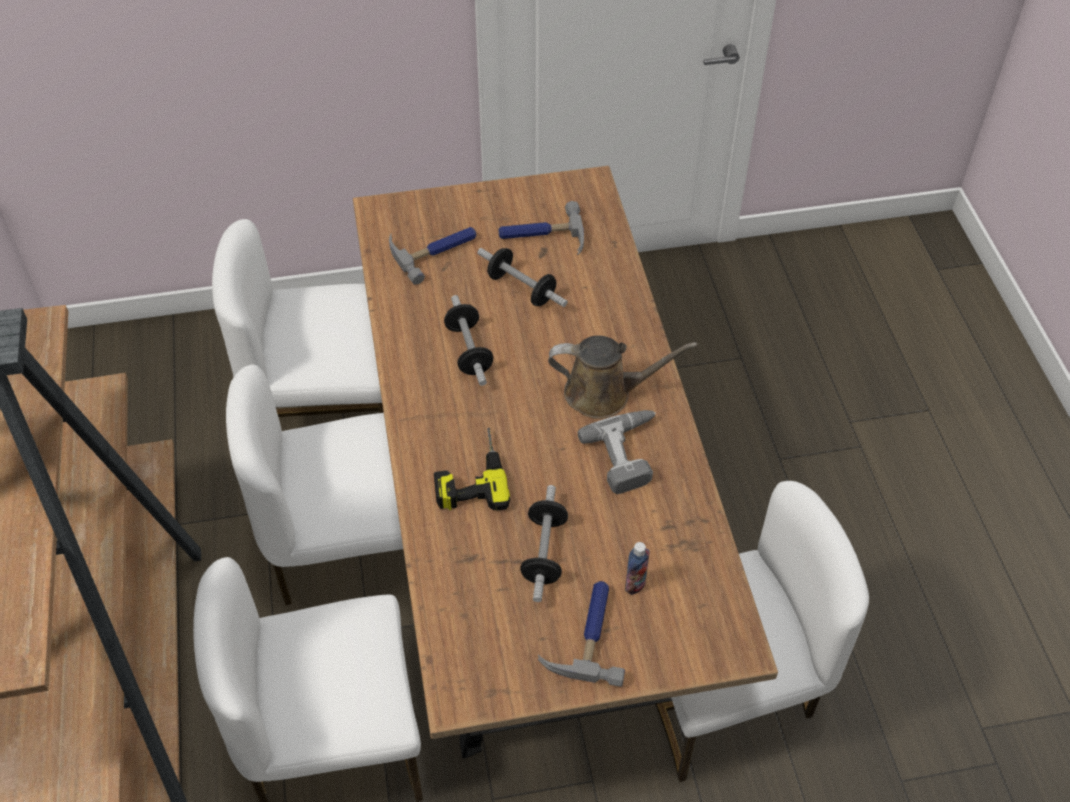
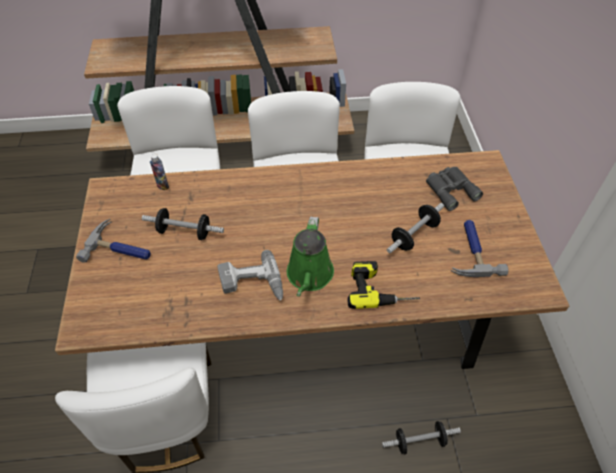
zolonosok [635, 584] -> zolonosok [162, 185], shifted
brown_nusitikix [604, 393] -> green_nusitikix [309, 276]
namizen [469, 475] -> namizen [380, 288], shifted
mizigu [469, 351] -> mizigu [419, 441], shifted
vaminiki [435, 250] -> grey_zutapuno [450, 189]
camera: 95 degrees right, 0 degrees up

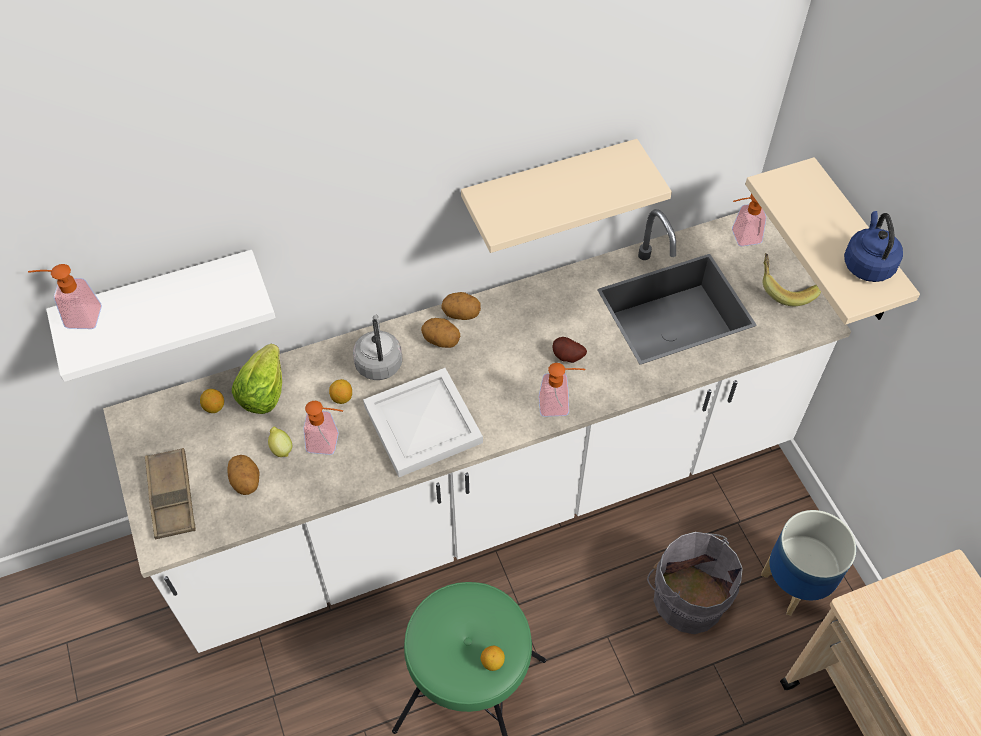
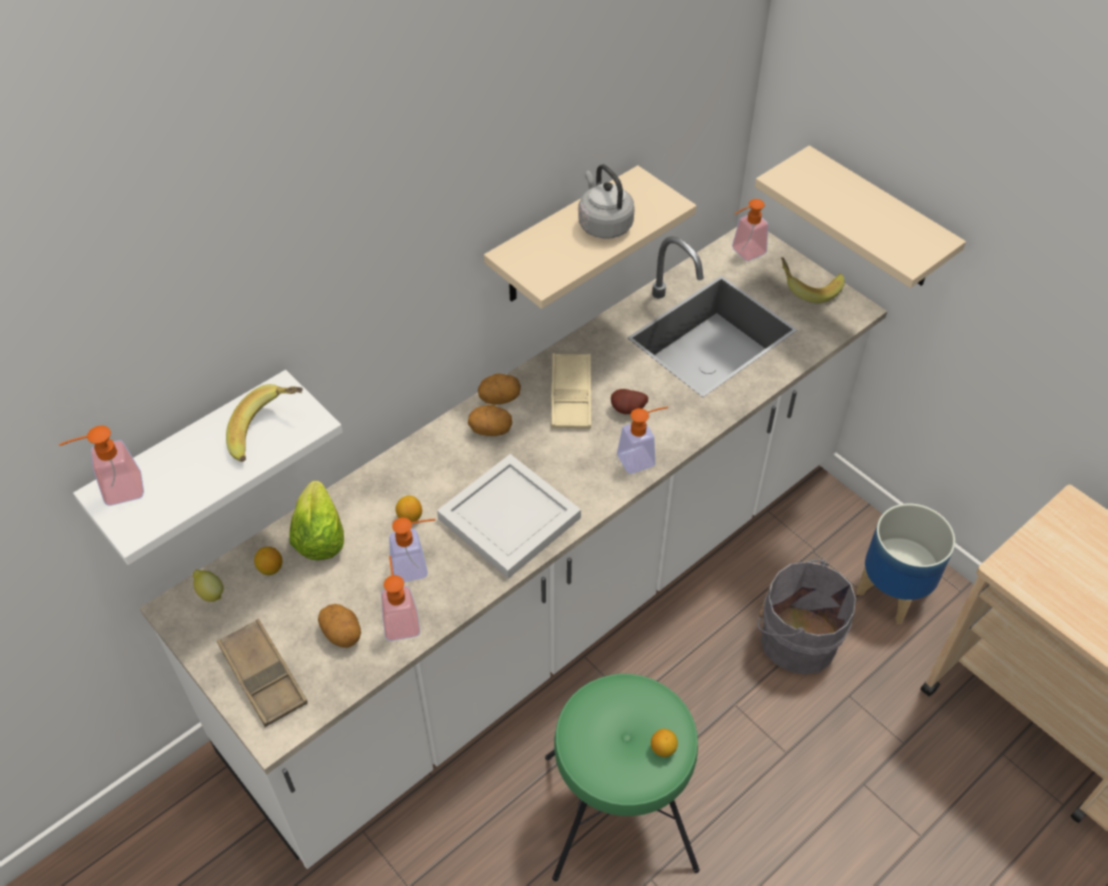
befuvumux [281, 448] -> befuvumux [210, 593], shifted
none -> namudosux [269, 433]
none -> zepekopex [400, 619]
none -> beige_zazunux [571, 396]
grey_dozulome [378, 362] -> grey_dozulome [603, 224], shifted
blue_dozulome [867, 263] -> none
camera: 20 degrees left, 5 degrees down

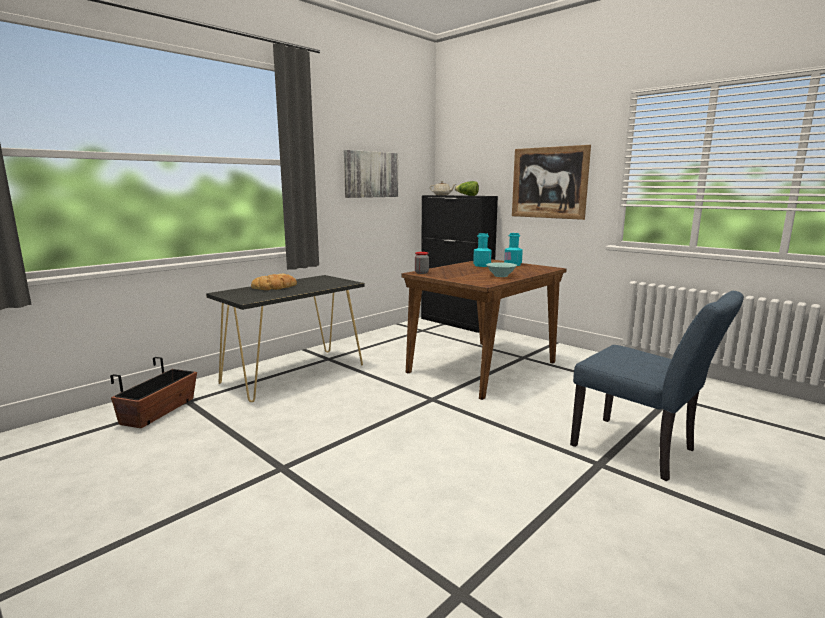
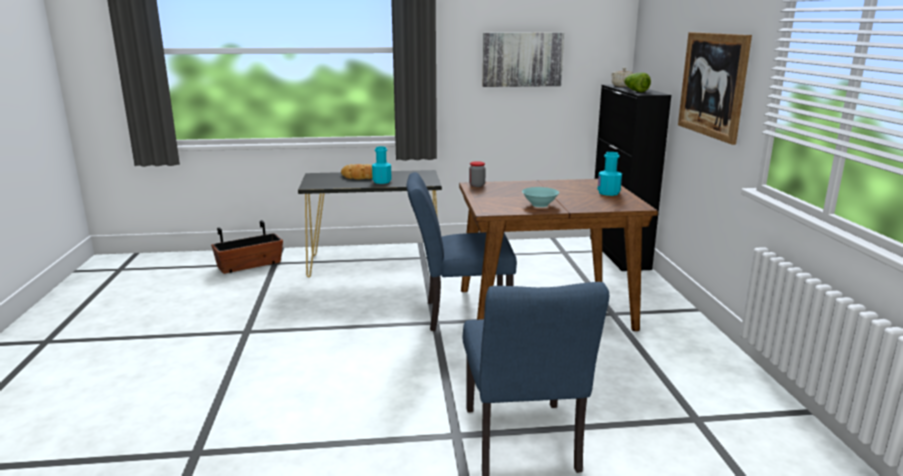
turquoise_zolonosok [482, 265] -> turquoise_zolonosok [382, 181], shifted
none -> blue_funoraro [459, 315]
camera: 40 degrees right, 5 degrees up

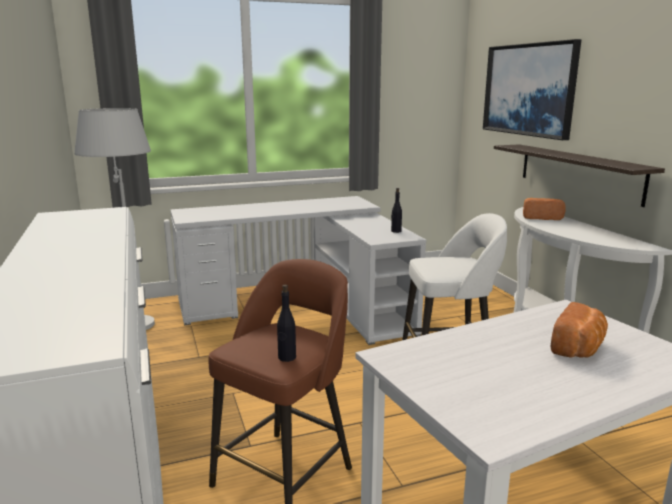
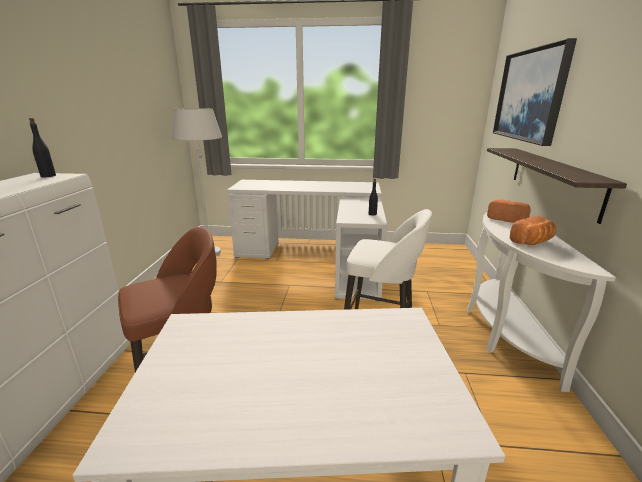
black_zolonosok [286, 357] -> black_zolonosok [48, 176], shifted
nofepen [579, 348] -> nofepen [532, 242], shifted
camera: 25 degrees right, 5 degrees up

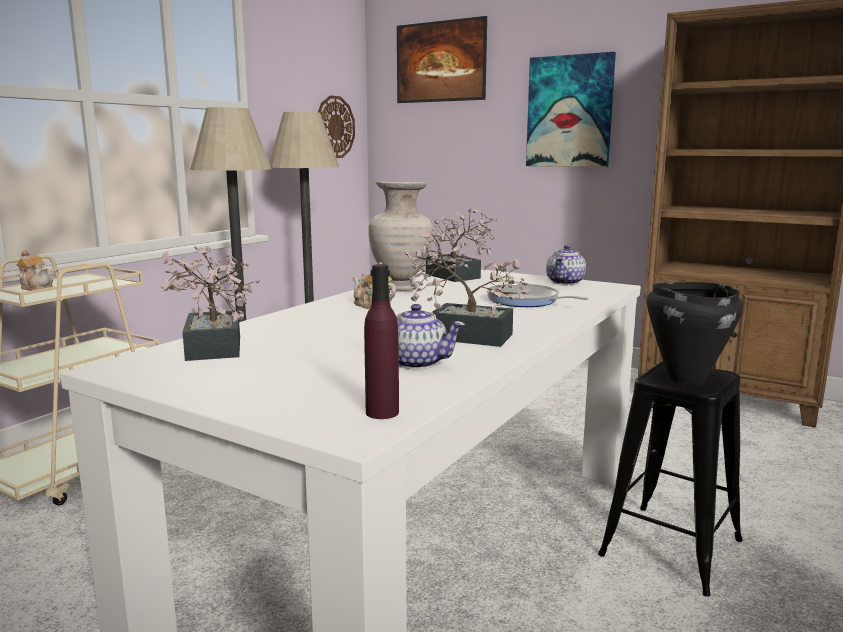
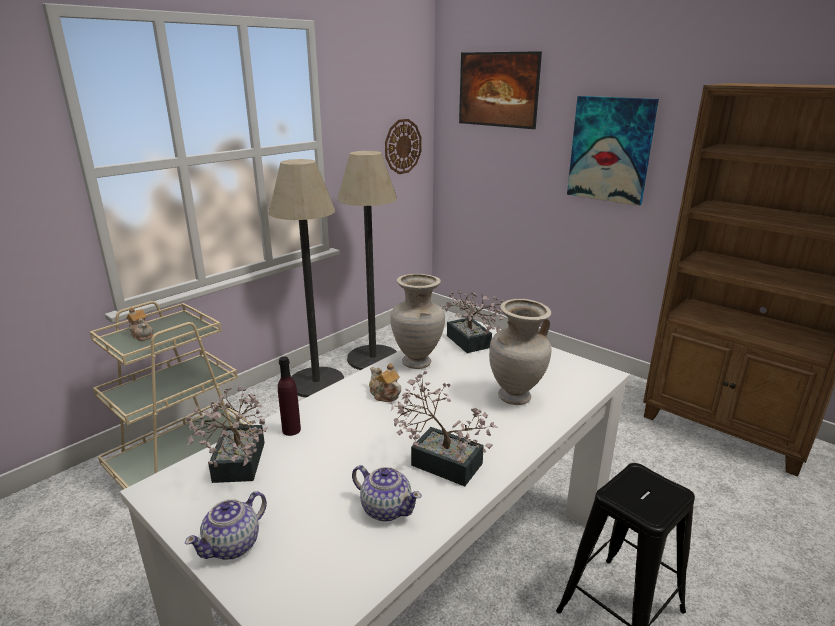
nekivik [565, 282] -> nekivik [233, 545], shifted
purple_zolonosok [382, 412] -> purple_zolonosok [291, 430], shifted
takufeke [526, 301] -> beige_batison [515, 398]
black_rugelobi [685, 379] -> none
camera: 10 degrees right, 10 degrees up

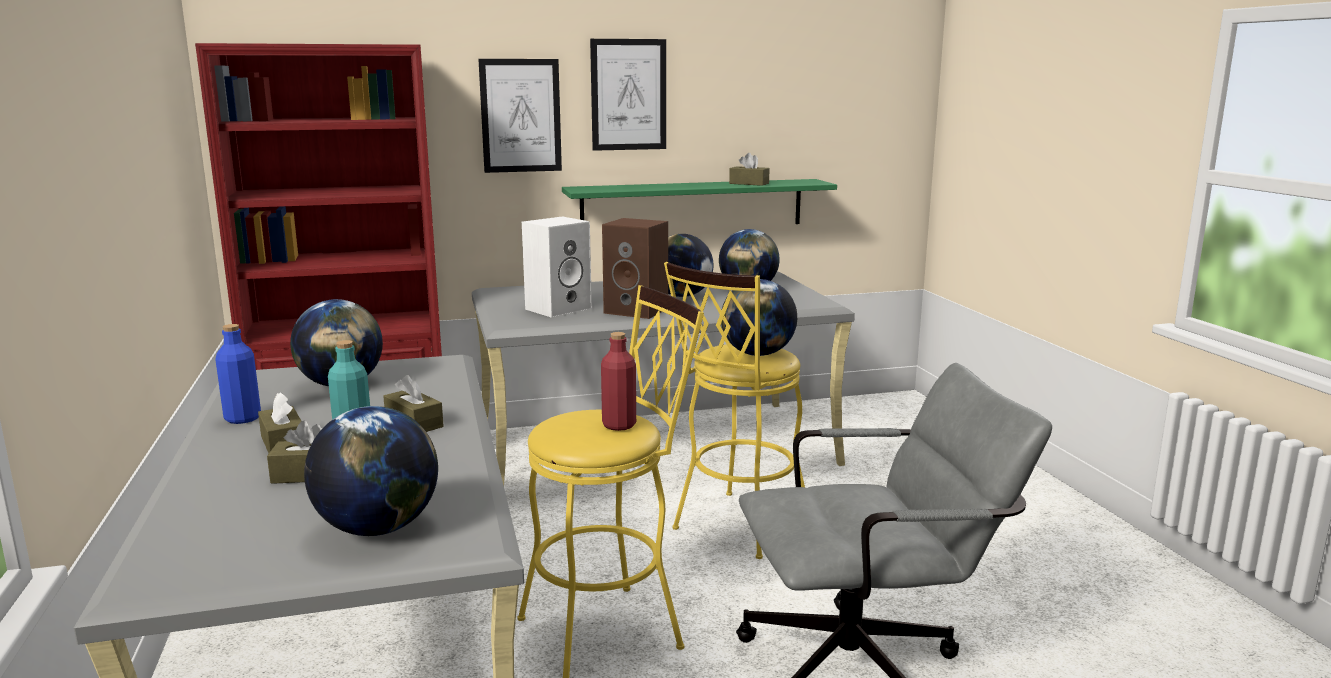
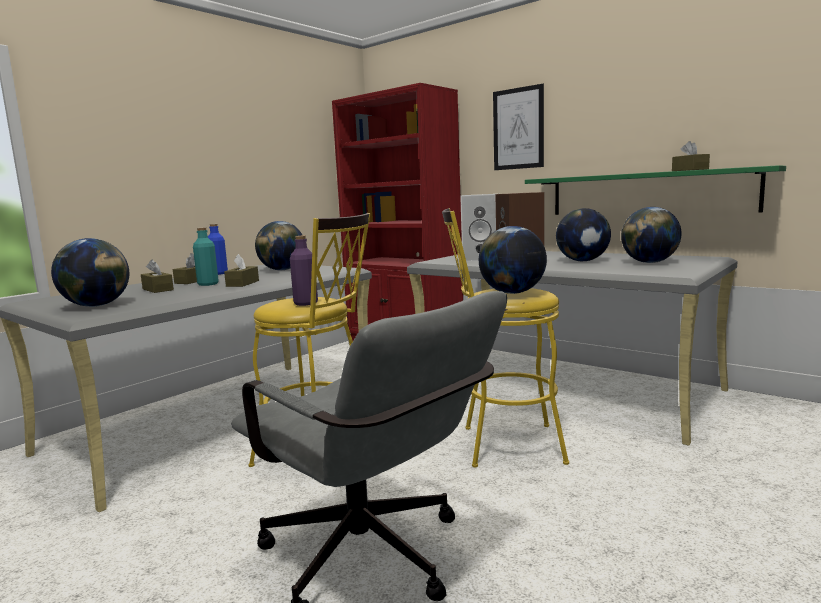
red_zolonosok [619, 425] -> purple_zolonosok [305, 303]
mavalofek [628, 95] -> none
camera: 55 degrees right, 5 degrees down

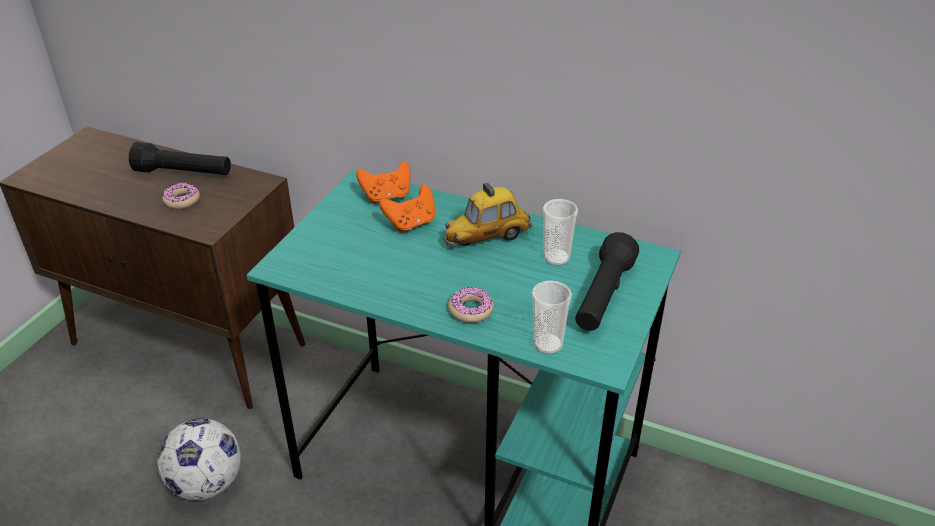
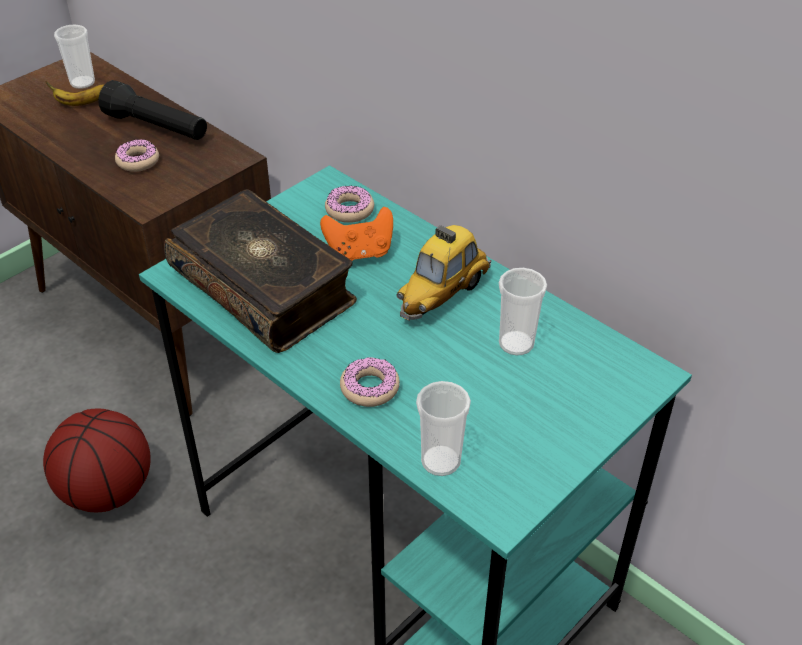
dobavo [207, 483] -> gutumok [108, 490]
none -> namudosux [83, 103]
none -> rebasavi [82, 83]
none -> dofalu [264, 286]
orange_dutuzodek [386, 196] -> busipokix [349, 210]
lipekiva [487, 238] -> lipekiva [442, 294], 45 degrees counterclockwise
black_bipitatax [603, 297] -> none
camera: 20 degrees right, 5 degrees up

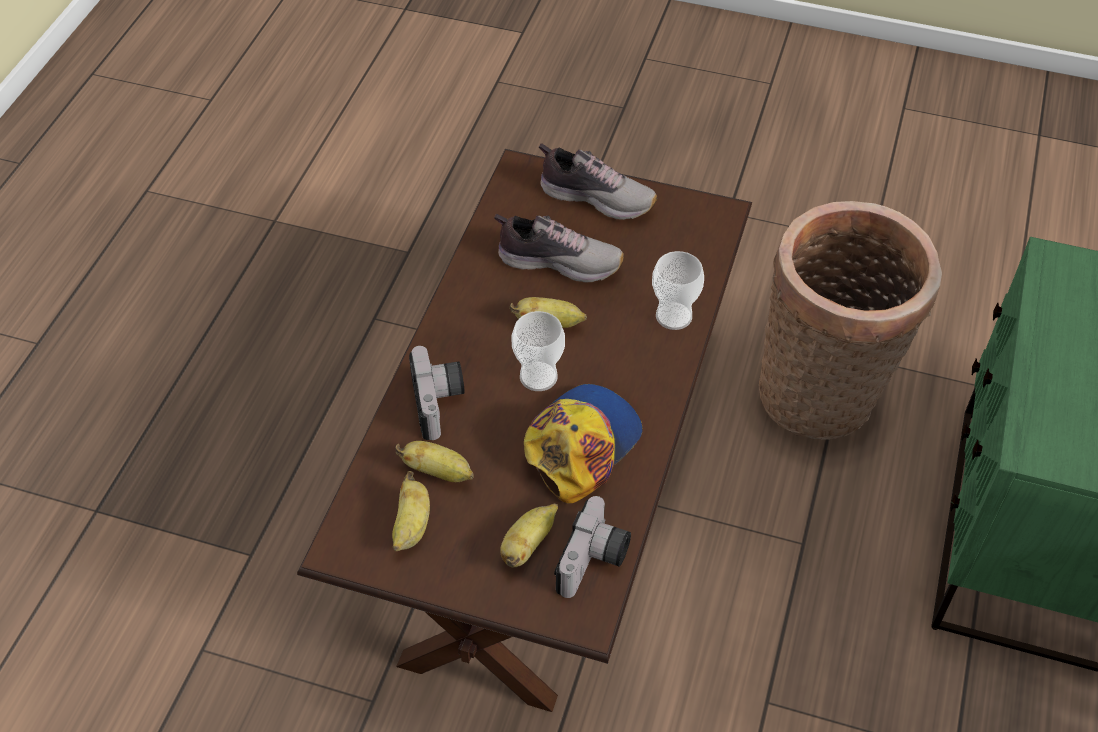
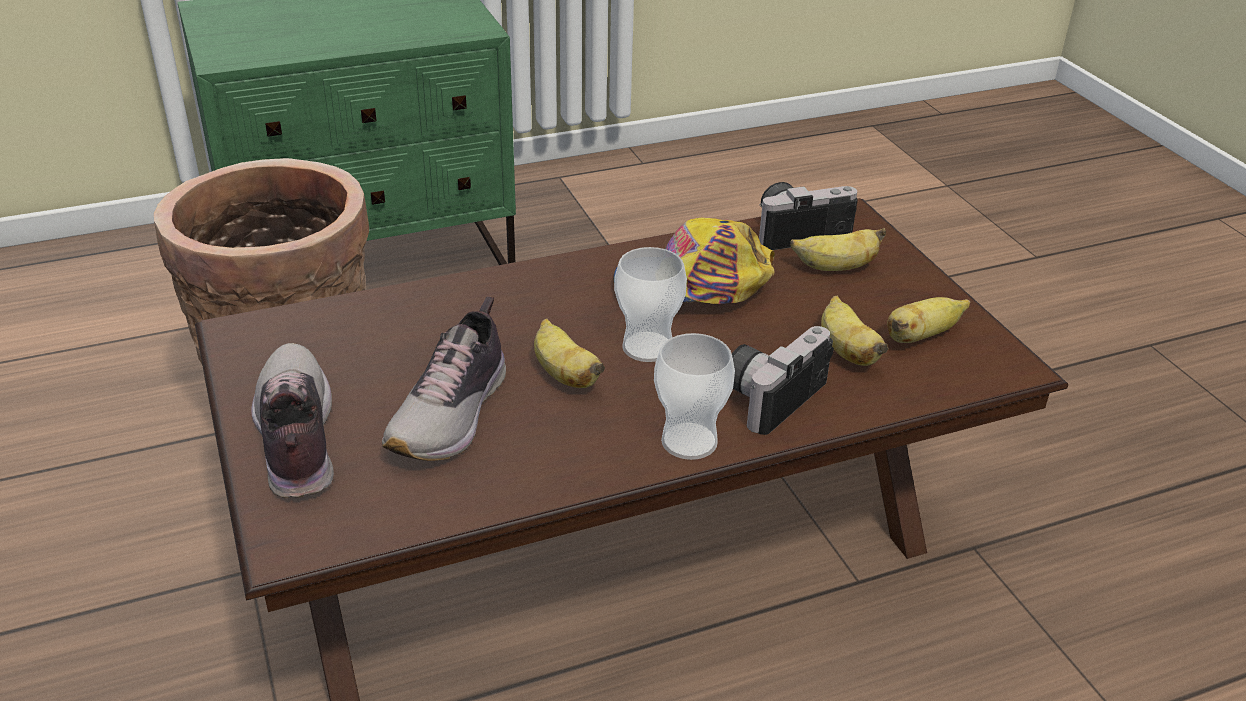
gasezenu [559, 261] -> gasezenu [453, 414], 135 degrees counterclockwise
rebasavi [674, 316] -> rebasavi [689, 441], shifted
camera: 130 degrees left, 15 degrees down

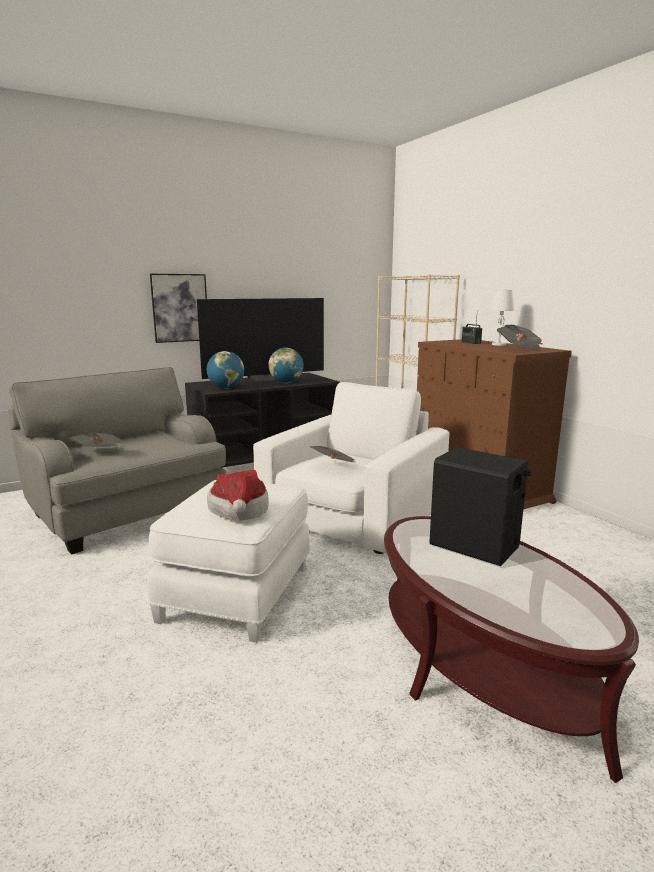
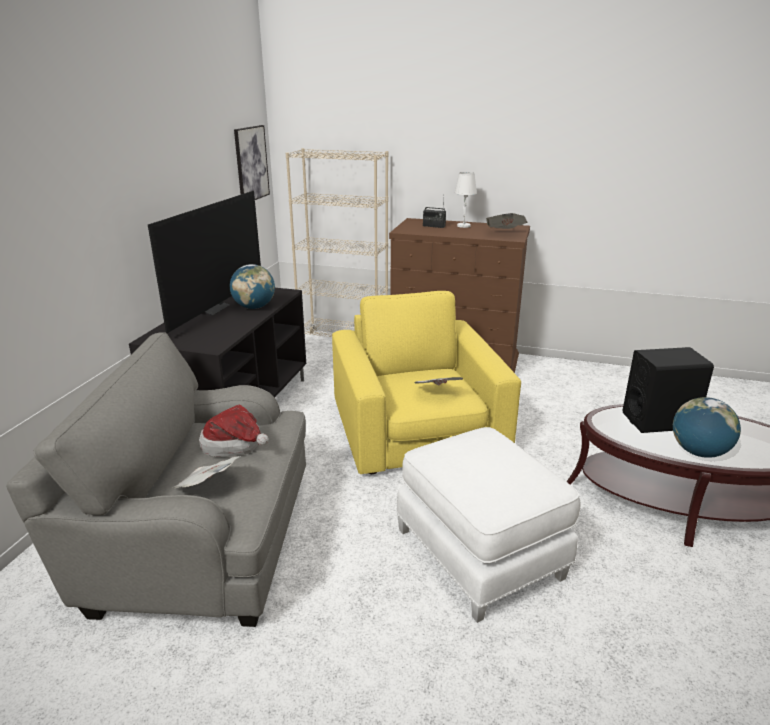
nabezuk [239, 511] -> nabezuk [235, 446], shifted
mavalofek [180, 308] -> mavalofek [251, 164], shifted
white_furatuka [353, 514] -> yellow_furatuka [418, 429]
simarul [226, 388] -> simarul [698, 452], shifted
camera: 45 degrees left, 10 degrees up

